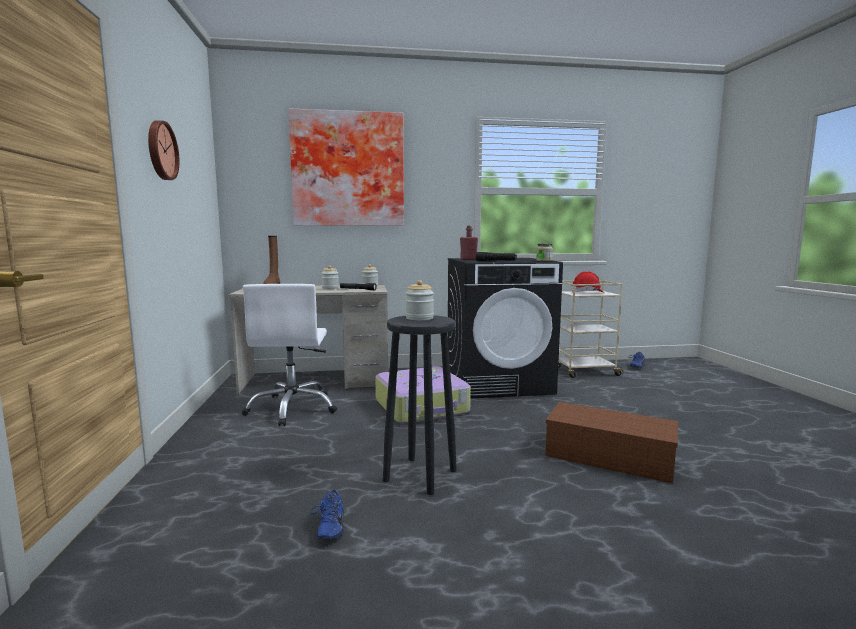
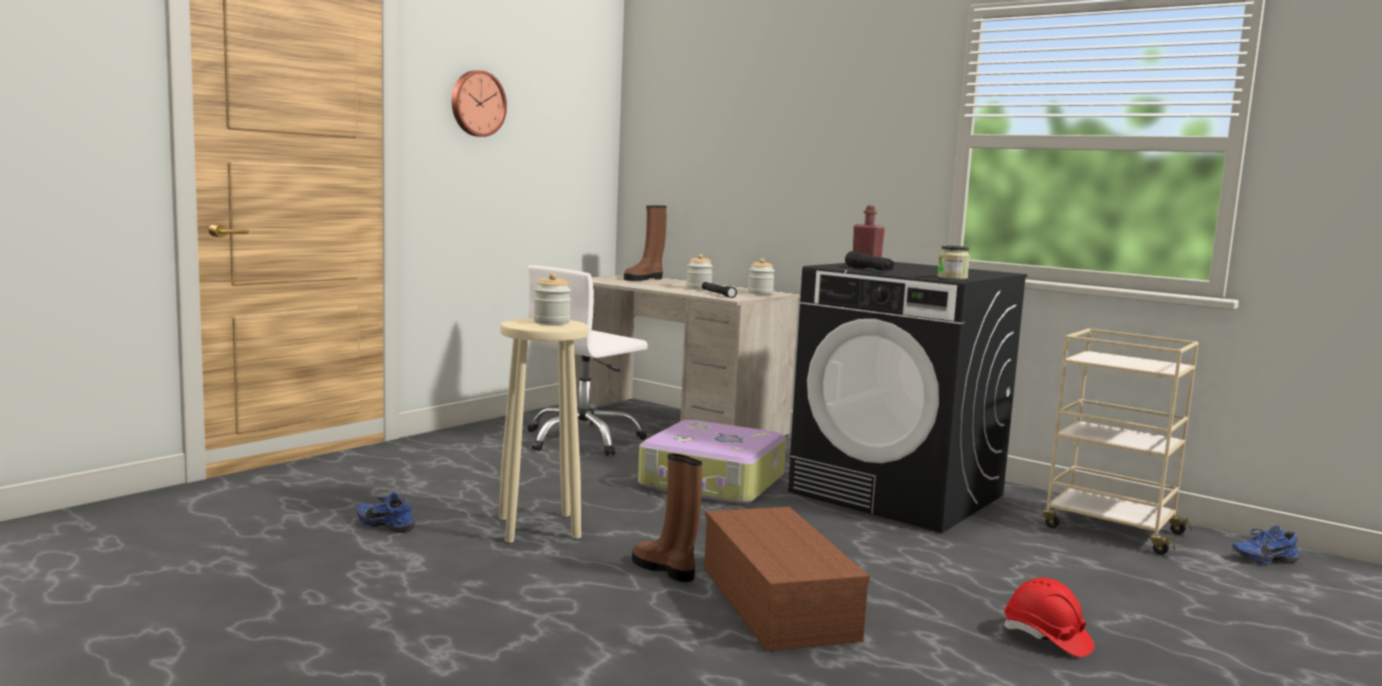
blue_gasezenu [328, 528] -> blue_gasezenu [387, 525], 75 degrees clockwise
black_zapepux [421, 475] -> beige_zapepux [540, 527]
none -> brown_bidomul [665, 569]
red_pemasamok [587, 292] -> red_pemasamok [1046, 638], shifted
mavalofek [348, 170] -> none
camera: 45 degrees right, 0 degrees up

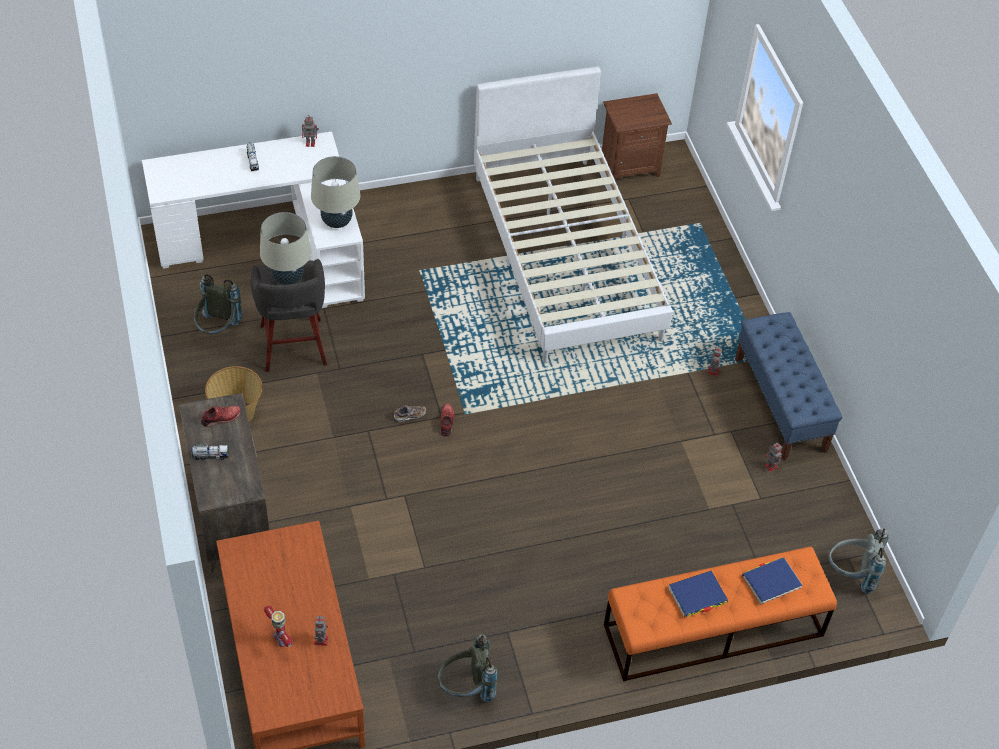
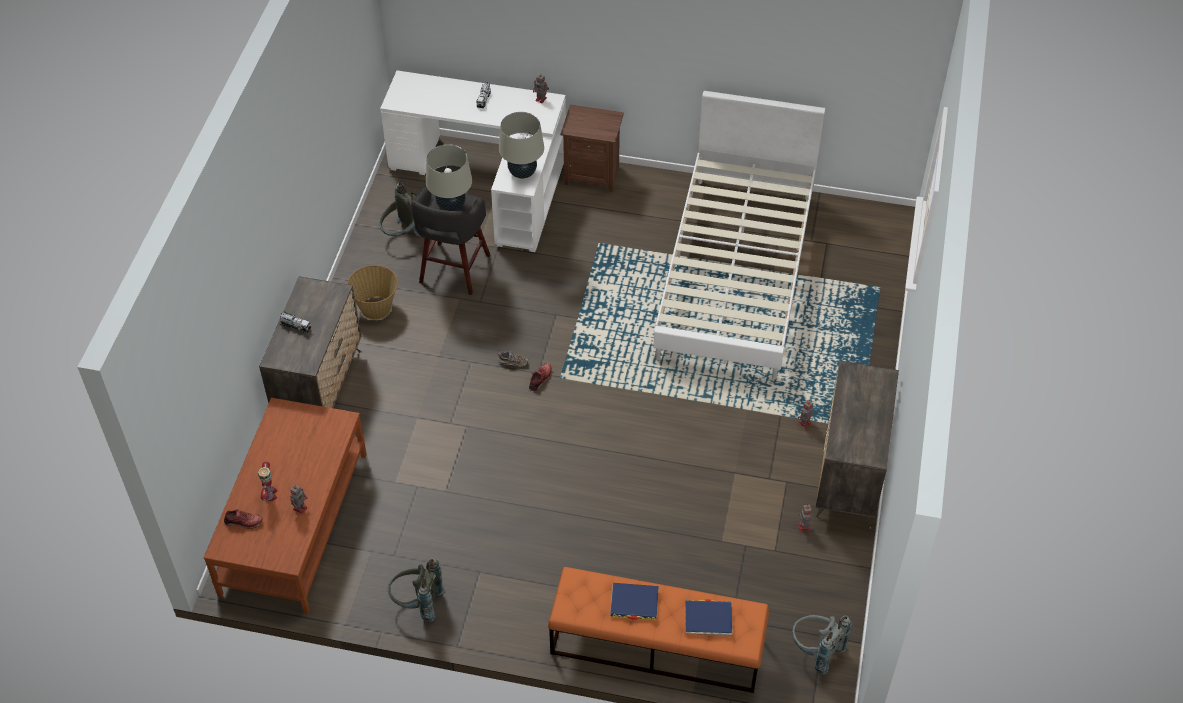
red_gasezenu [221, 418] -> red_gasezenu [243, 522], shifted
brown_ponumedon [629, 166] -> brown_ponumedon [592, 174], shifted
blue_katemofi [780, 405] -> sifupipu [848, 476]
camera: 30 degrees right, 0 degrees up

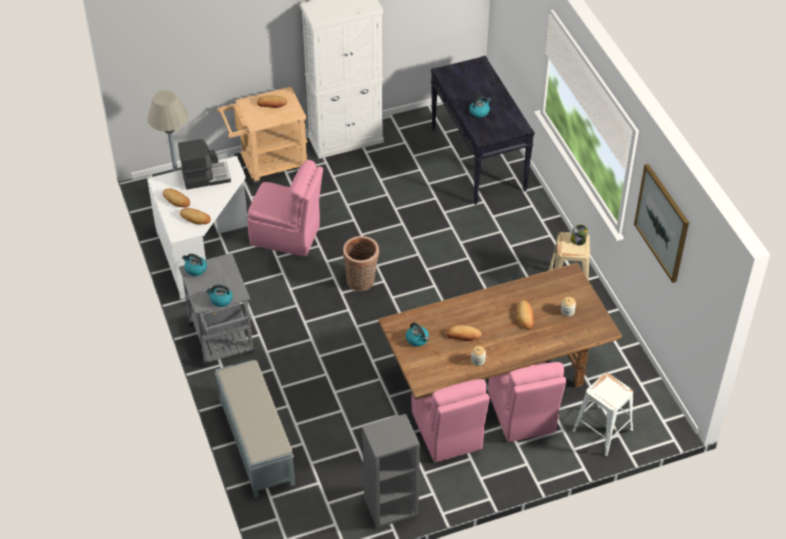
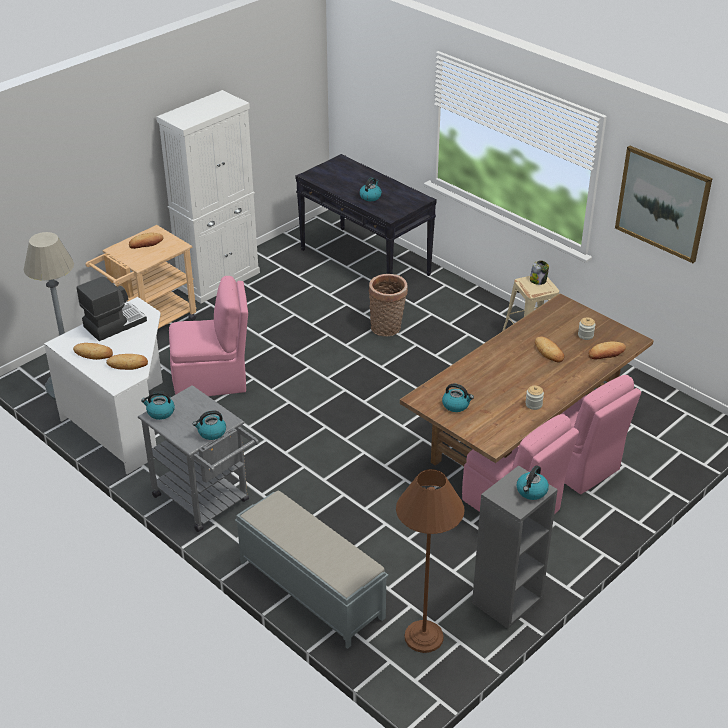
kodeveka [361, 282] -> kodeveka [387, 328], shifted
none -> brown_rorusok [424, 637]
none -> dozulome [531, 491]
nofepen [463, 335] -> nofepen [606, 353], shifted
white_zapepux [602, 431] -> none
camera: 25 degrees left, 10 degrees down

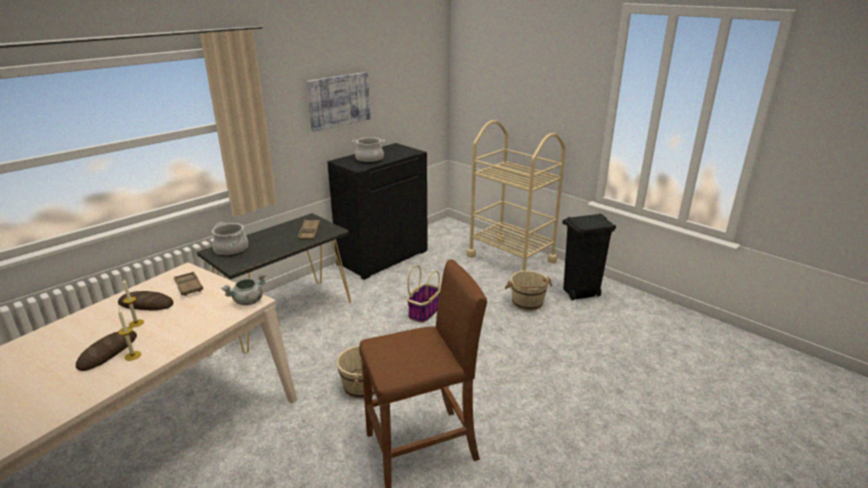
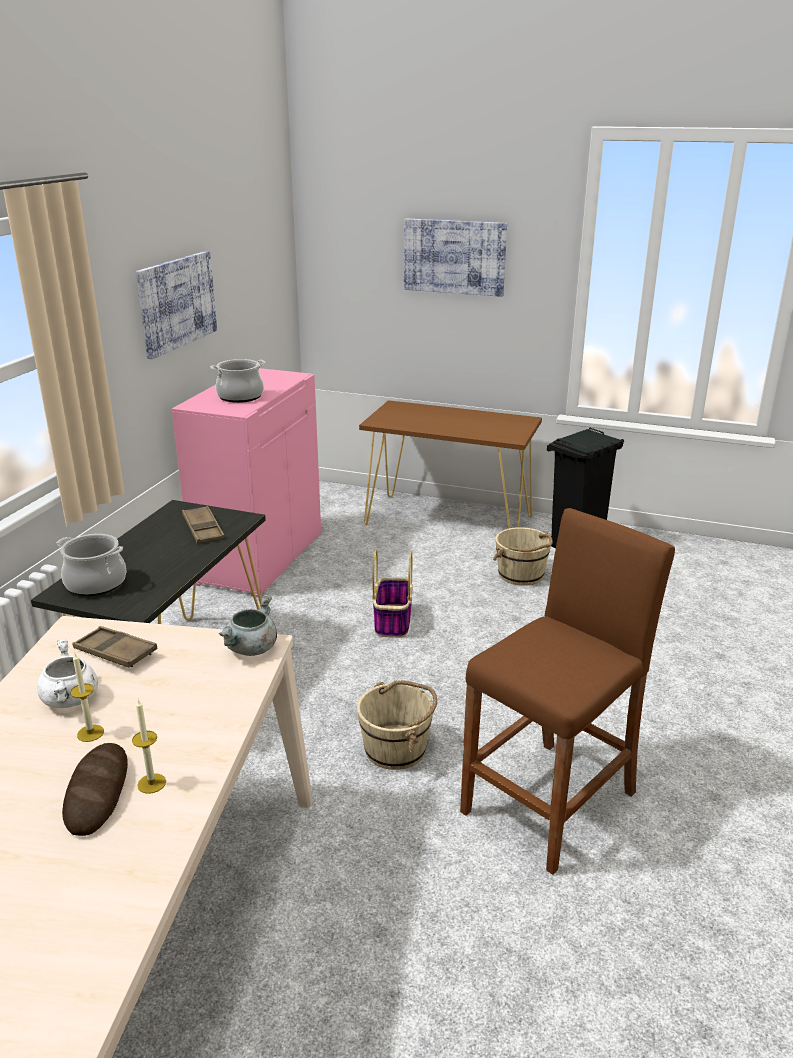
nofepen [146, 305] -> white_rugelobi [71, 700]
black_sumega [382, 257] -> pink_sumega [259, 558]
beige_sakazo [511, 258] -> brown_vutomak [449, 520]
none -> mavalofek [454, 257]
camera: 25 degrees left, 0 degrees up

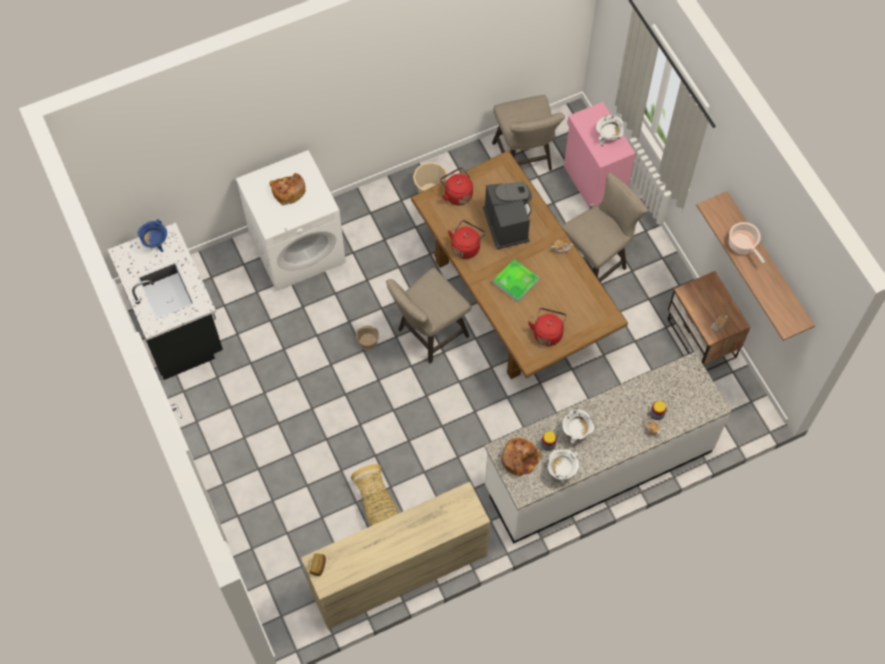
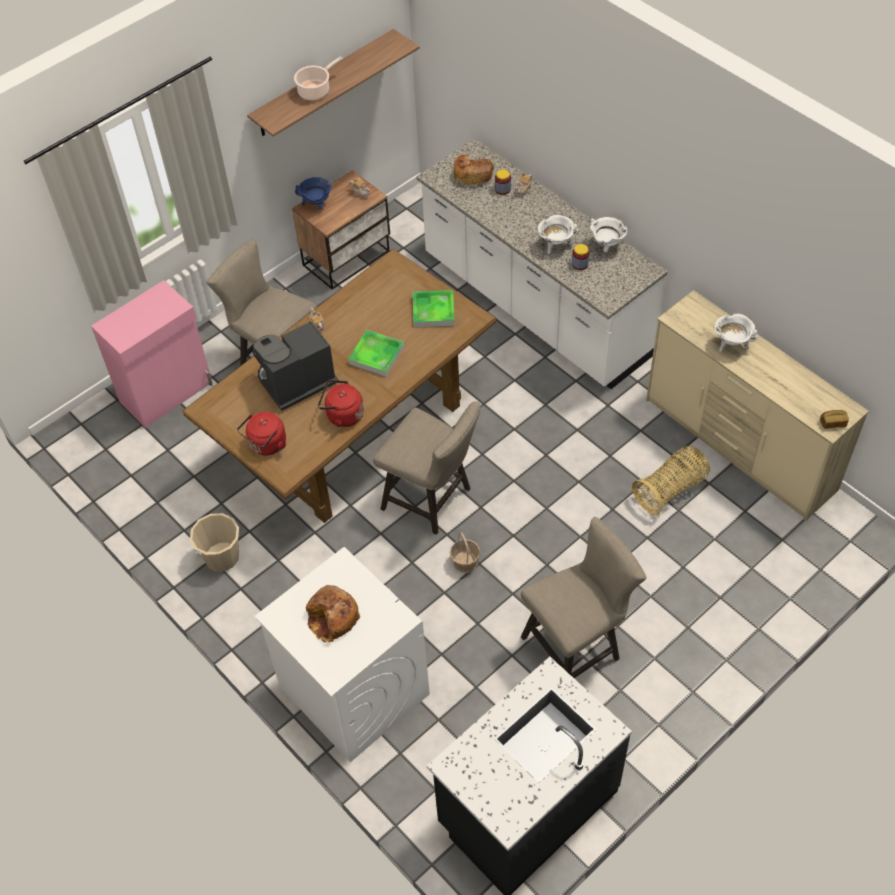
blue_rugelobi [156, 243] -> blue_rugelobi [316, 204], shifted
red_dozulome [547, 333] -> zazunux [433, 311]
nofepen [519, 458] -> nofepen [472, 174], shifted
beige_zapepux [524, 160] -> beige_zapepux [576, 646], shifted
white_rugelobi [608, 137] -> white_rugelobi [731, 345], shifted
camera: 105 degrees left, 10 degrees down

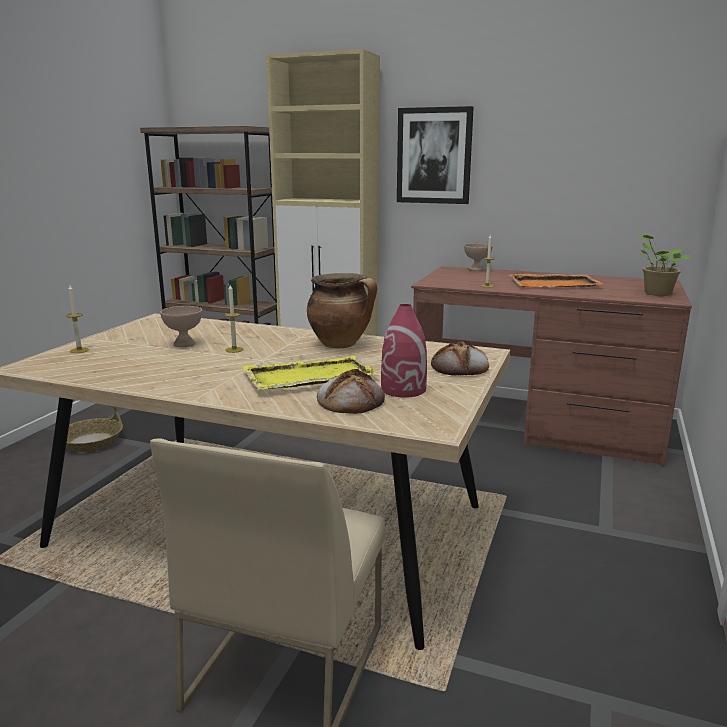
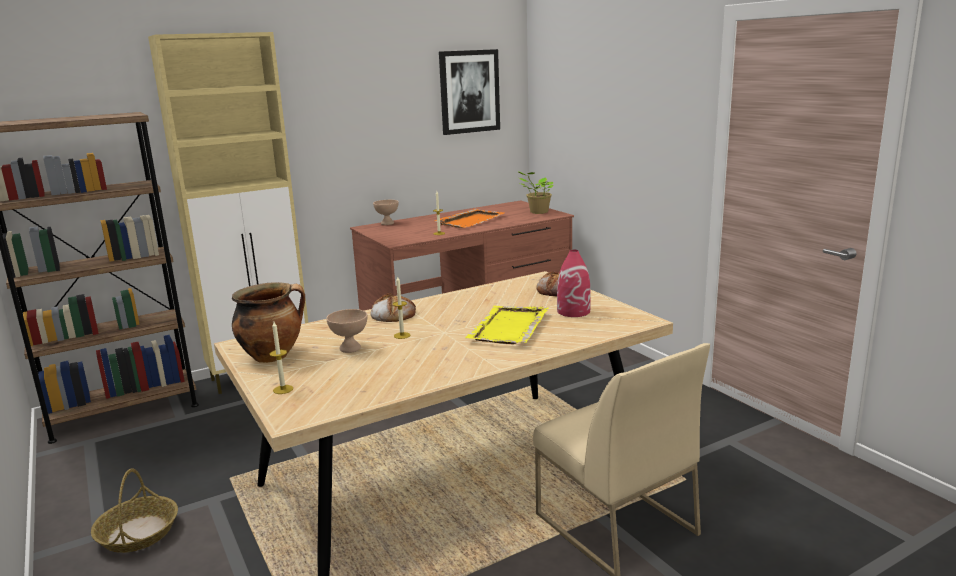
rugelobi [341, 344] -> rugelobi [273, 356], shifted
nofepen [350, 400] -> nofepen [392, 314], shifted
mavalofek [434, 156] -> mavalofek [469, 91], shifted
camera: 50 degrees left, 0 degrees up

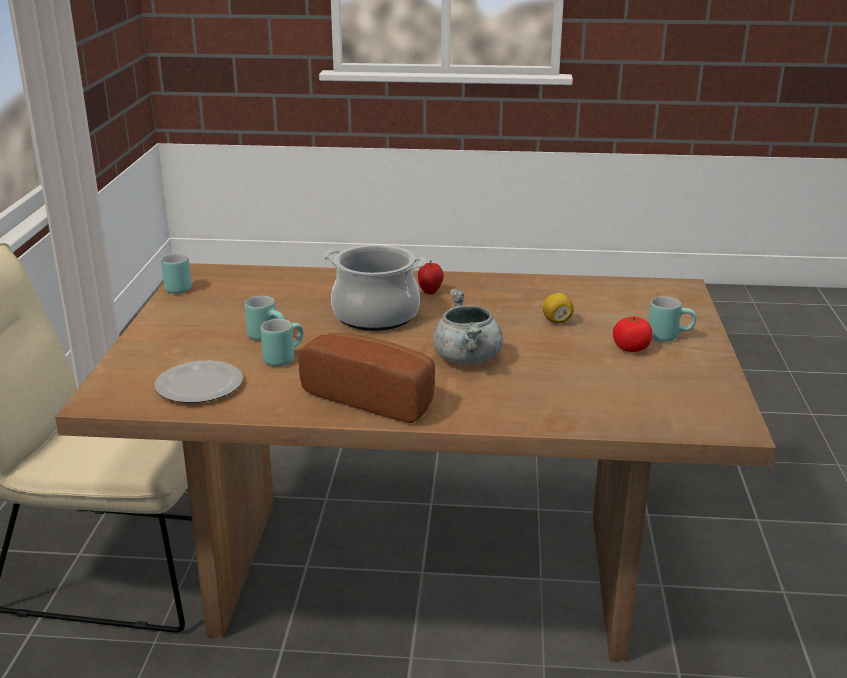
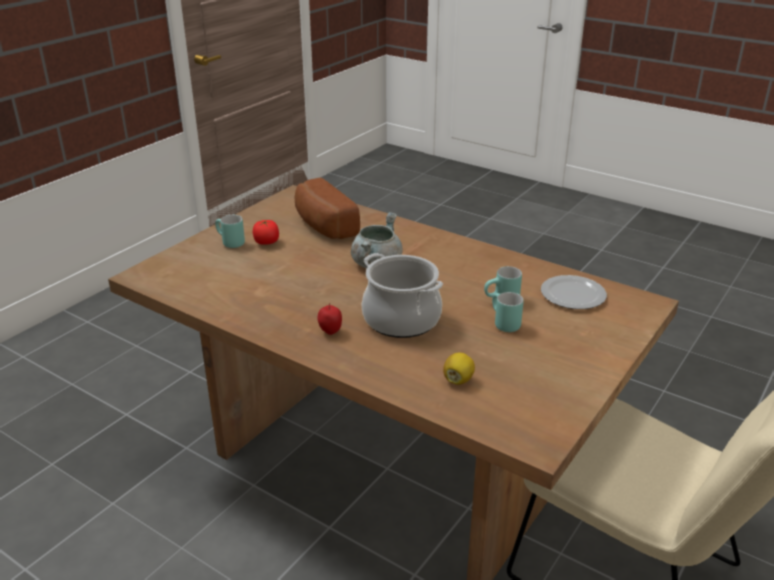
nofepen [374, 396] -> nofepen [322, 226], shifted
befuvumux [556, 321] -> befuvumux [458, 380], shifted
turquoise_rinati [173, 288] -> none
camera: 150 degrees left, 5 degrees up

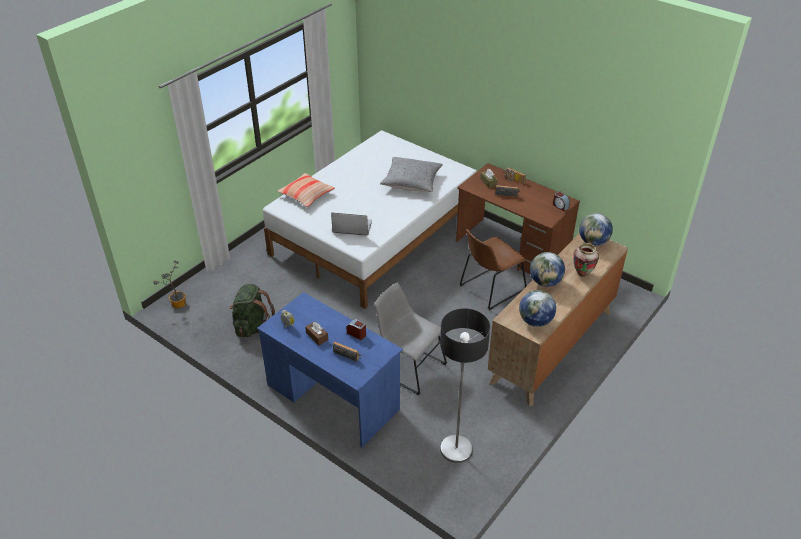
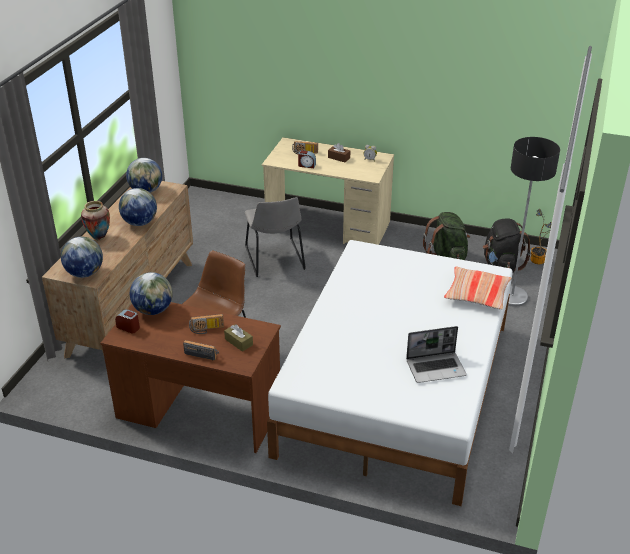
none -> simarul [153, 310]
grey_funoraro [407, 366] -> grey_funoraro [275, 260], 60 degrees clockwise
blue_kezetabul [333, 397] -> beige_kezetabul [328, 226]
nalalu [351, 227] -> nalalu [436, 368], shifted
none -> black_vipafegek [501, 266]
rorusok [456, 449] -> rorusok [512, 296], shifted
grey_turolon [411, 181] -> none
camera: 160 degrees right, 5 degrees down

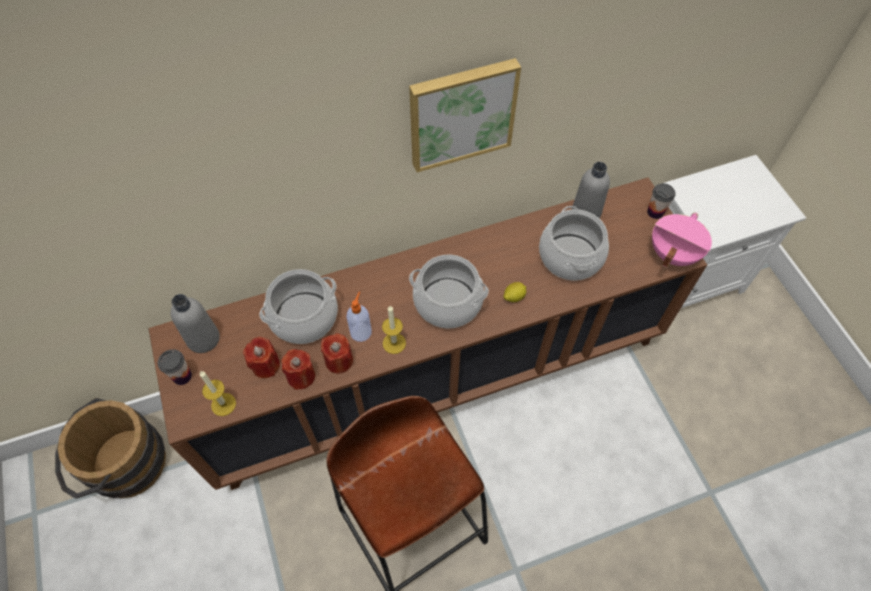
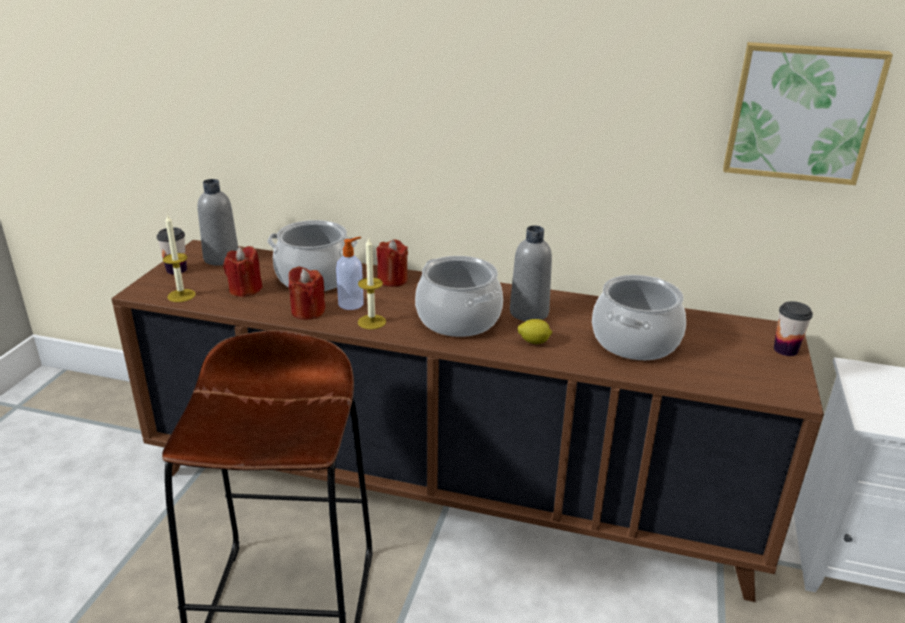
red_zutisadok [301, 376] -> red_zutisadok [392, 280], shifted
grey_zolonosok [586, 212] -> grey_zolonosok [529, 313], shifted
mavalofek [461, 113] -> mavalofek [801, 112], shifted
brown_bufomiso [122, 465] -> none
pink_rugelobi [672, 253] -> none
camera: 35 degrees right, 30 degrees down

